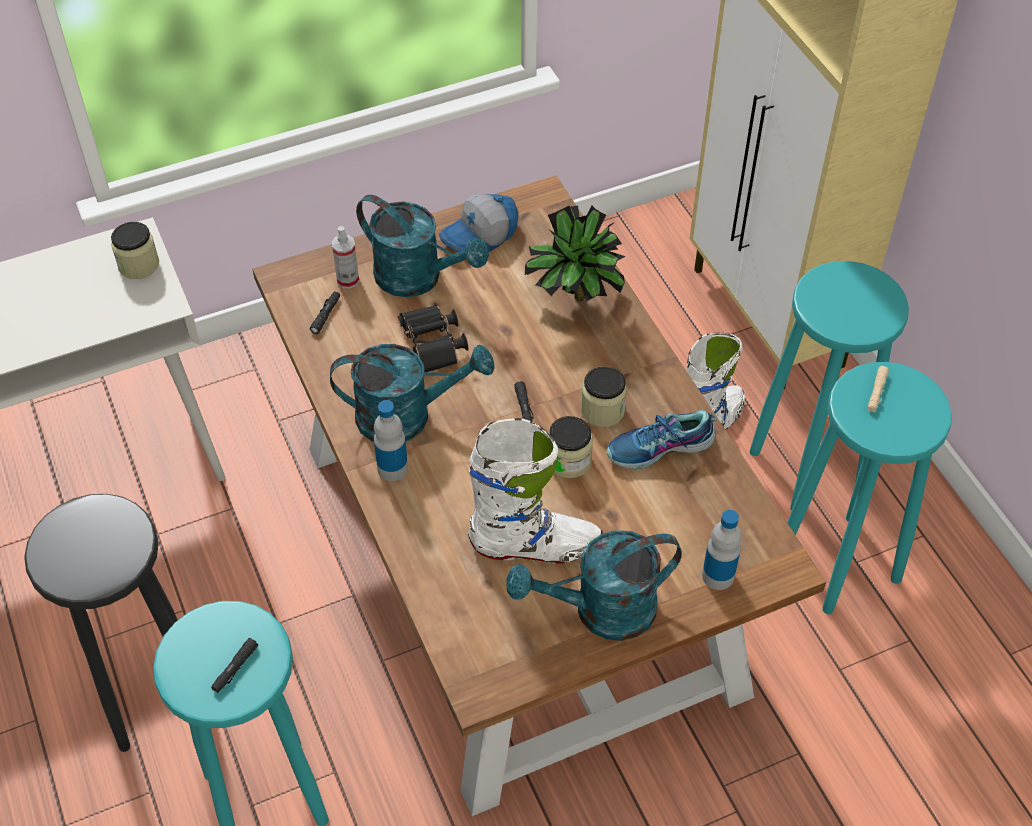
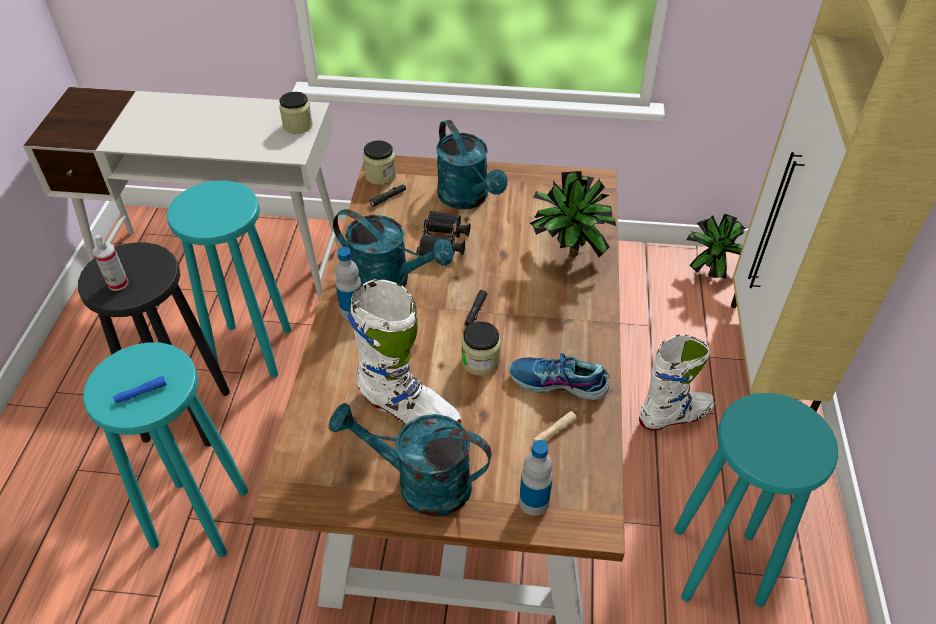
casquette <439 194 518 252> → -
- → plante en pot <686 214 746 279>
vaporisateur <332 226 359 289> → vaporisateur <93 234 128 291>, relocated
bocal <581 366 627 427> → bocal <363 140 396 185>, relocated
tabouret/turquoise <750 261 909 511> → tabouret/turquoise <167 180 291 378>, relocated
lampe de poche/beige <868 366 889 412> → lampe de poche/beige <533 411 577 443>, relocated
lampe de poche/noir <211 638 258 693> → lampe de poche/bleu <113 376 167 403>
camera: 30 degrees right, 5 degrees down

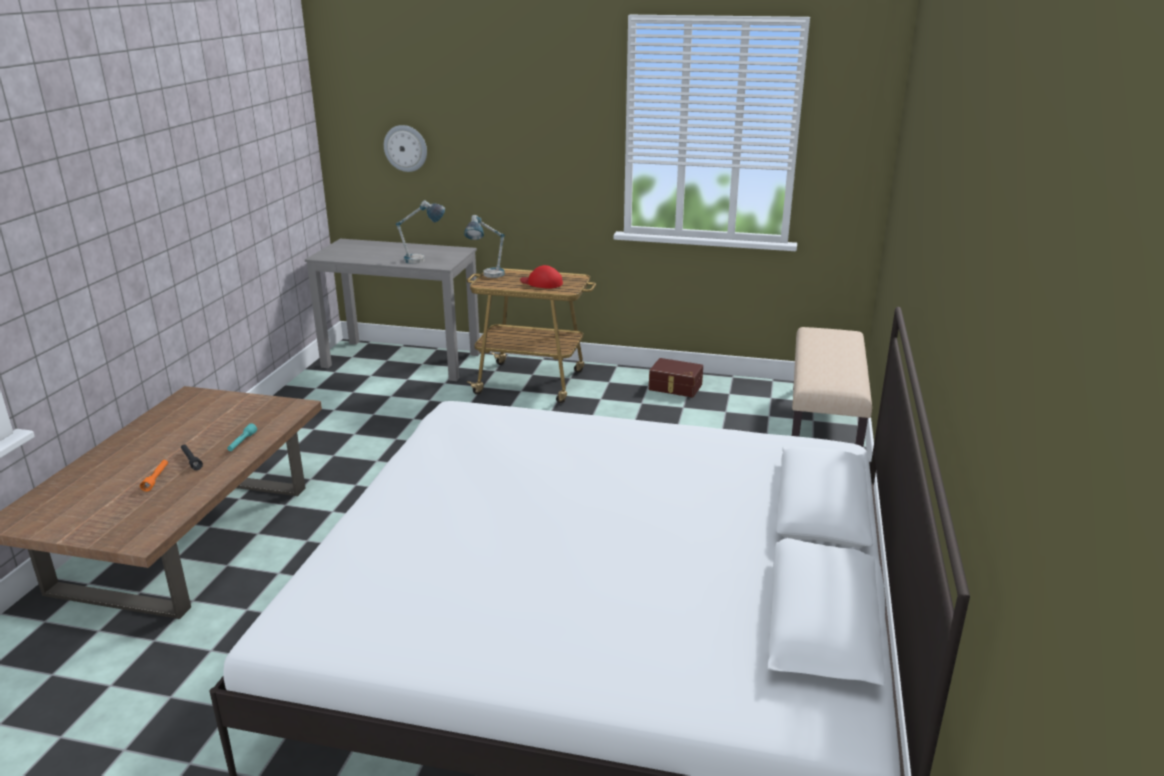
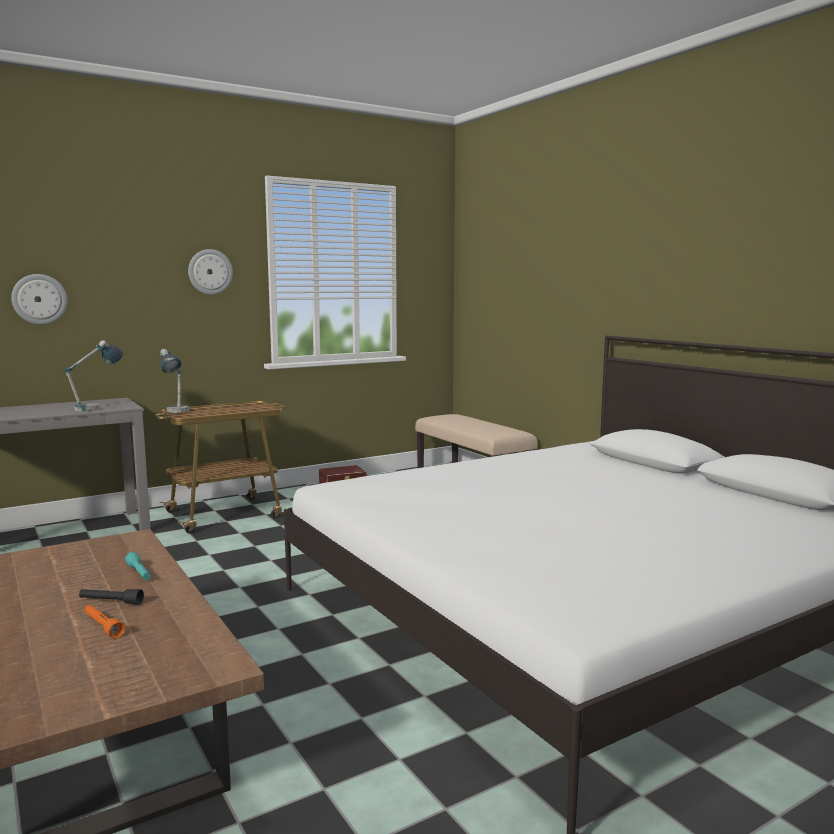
casquette/rouge <520 265 563 288> → -
- → horloge murale <188 249 233 295>
camera: 45 degrees left, 15 degrees down

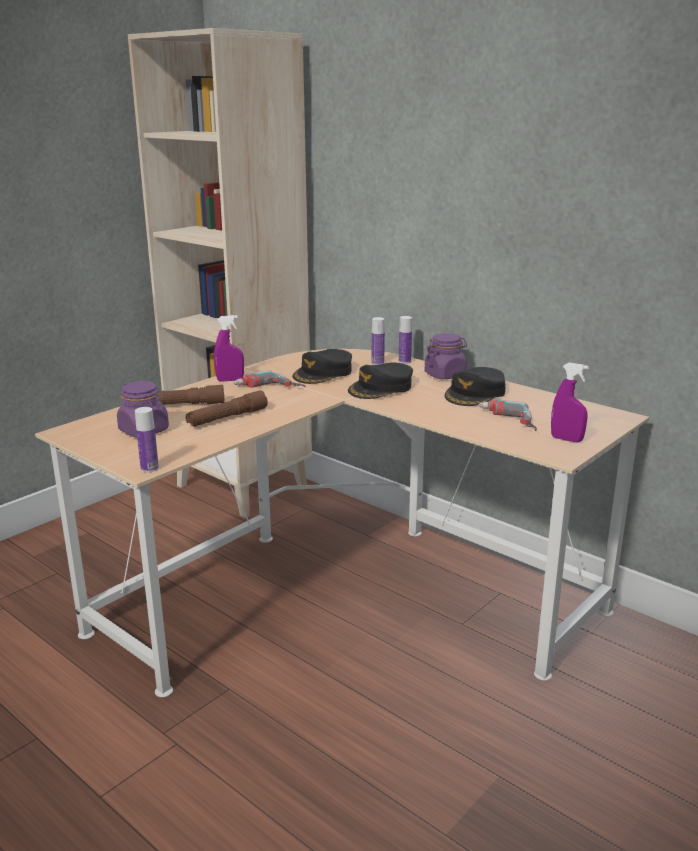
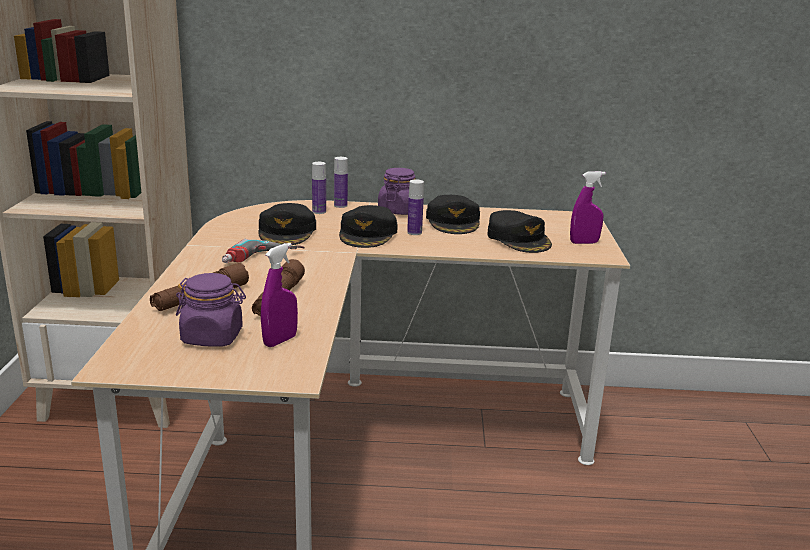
bouteille <135 407 159 473> → bouteille <407 180 424 235>, relocated
vaporisateur/violet <214 315 244 382> → vaporisateur/violet <261 243 298 347>, relocated
perceuse <479 400 537 431> → casquette/noir <488 210 552 253>
camera: 40 degrees left, 0 degrees up

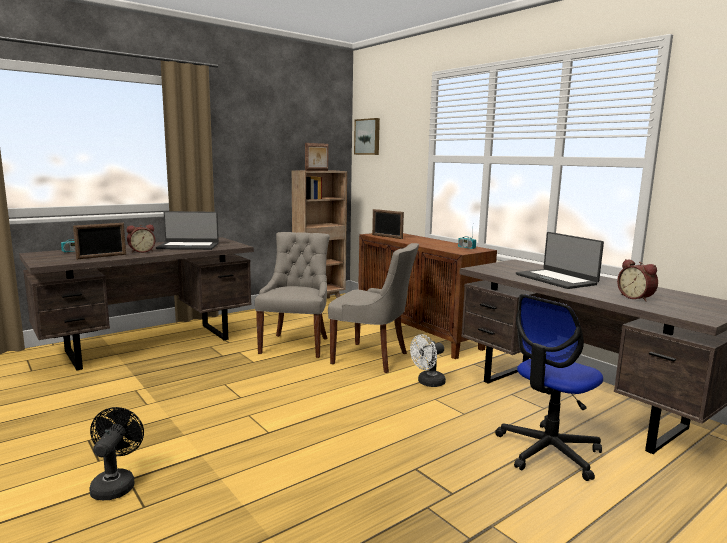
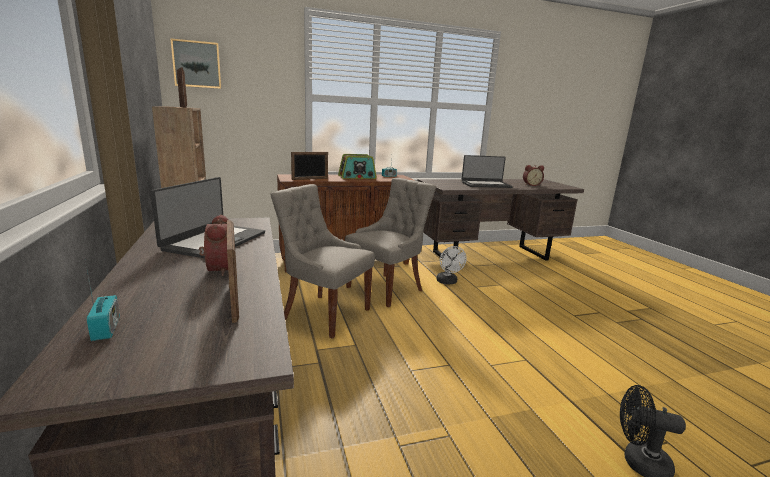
chaise de bureau <495 294 603 481> → -
- → radio <338 154 376 179>
camera: 70 degrees left, 5 degrees up

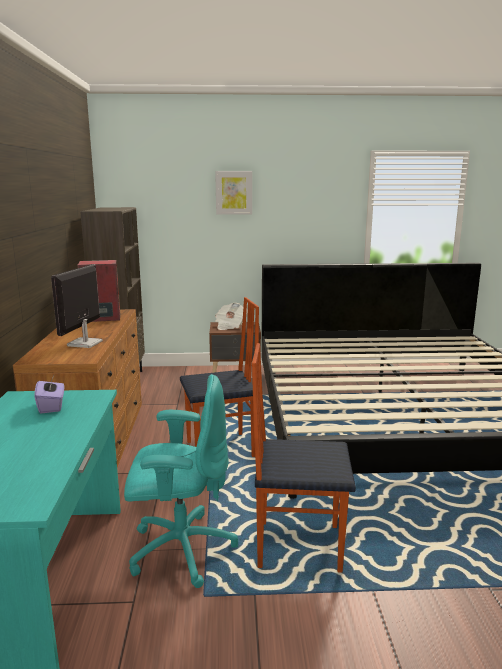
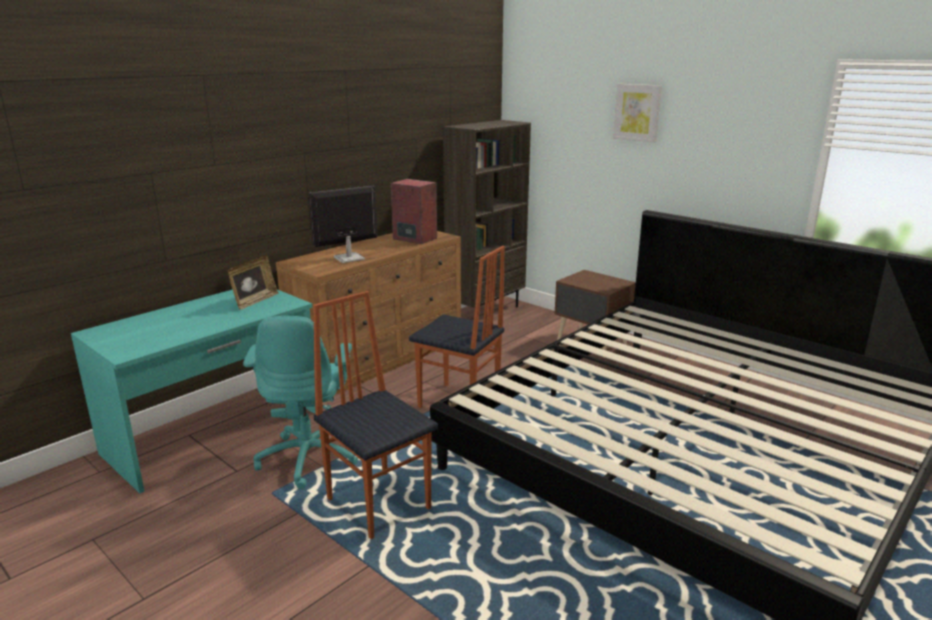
journal <215 303 248 330> → -
boîte à mouchoirs/violet <34 375 64 413> → cadre photo <228 255 278 310>
chaise de bureau/turquoise <124 374 238 588> → chaise de bureau/turquoise <243 316 358 488>, 45 degrees clockwise
camera: 45 degrees right, 5 degrees up

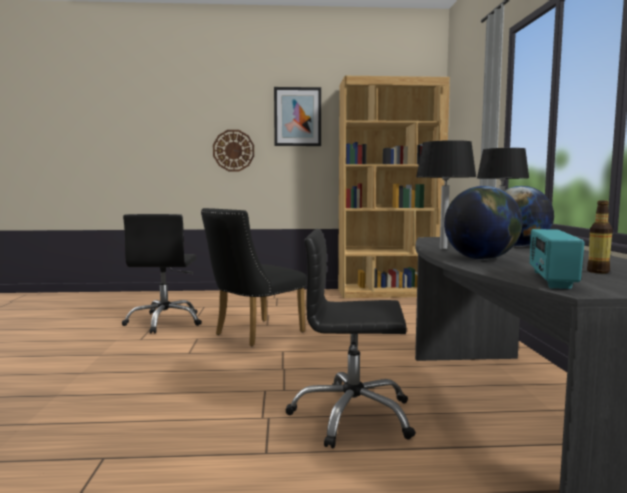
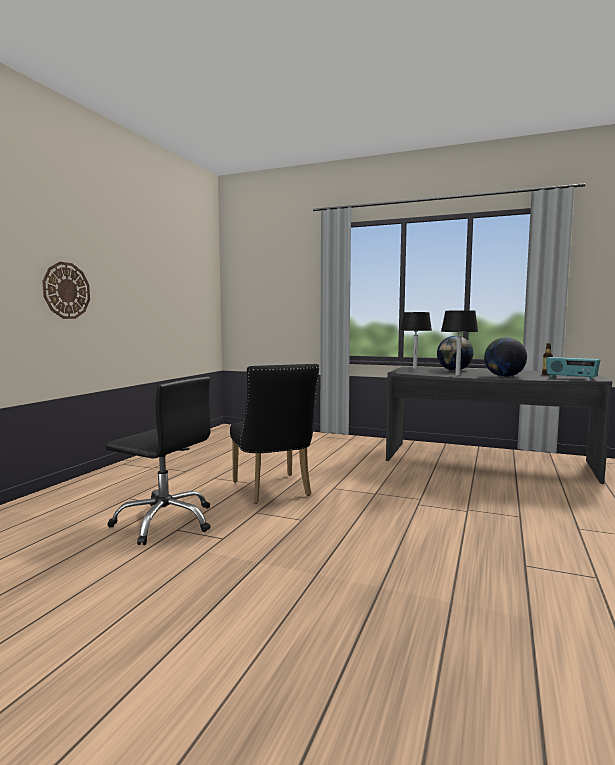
tableau <274 87 321 146> → -
chaise de bureau/noir <285 229 416 449> → -
bibliothèque/marron <338 76 450 298> → -
camera: 65 degrees left, 0 degrees up

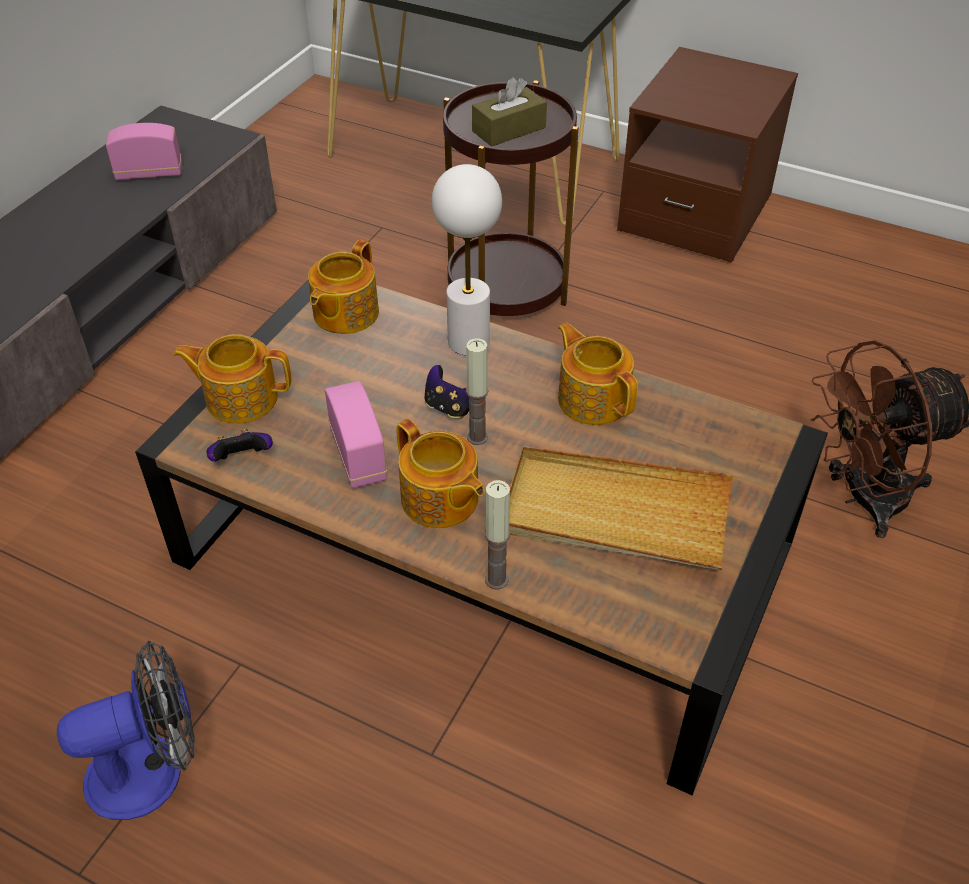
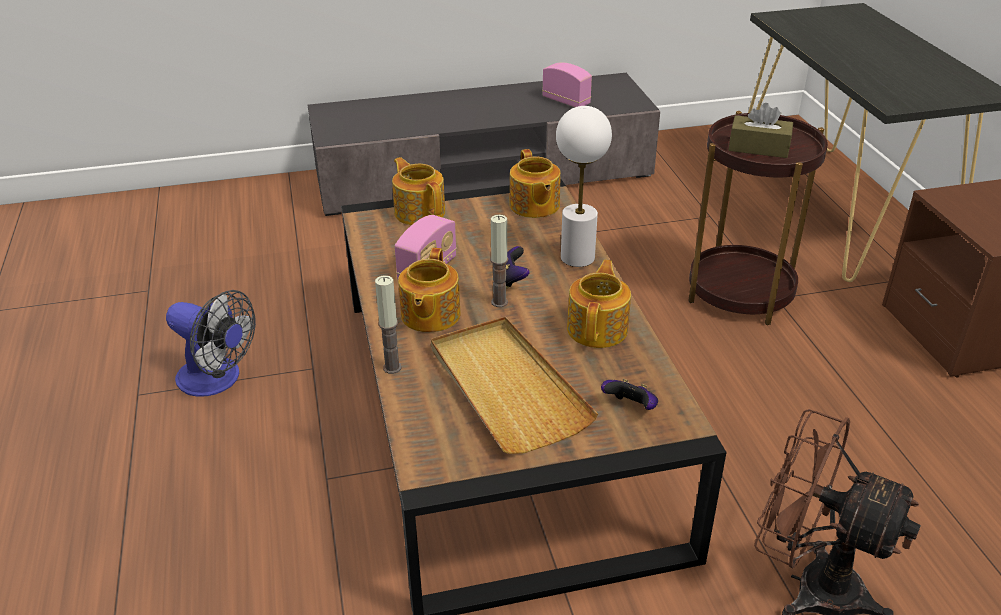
manette <206 429 273 462> → manette <601 379 658 410>, relocated
théière <308 240 379 334> → théière <510 149 560 218>, 90 degrees counterclockwise
camera: 50 degrees right, 10 degrees down

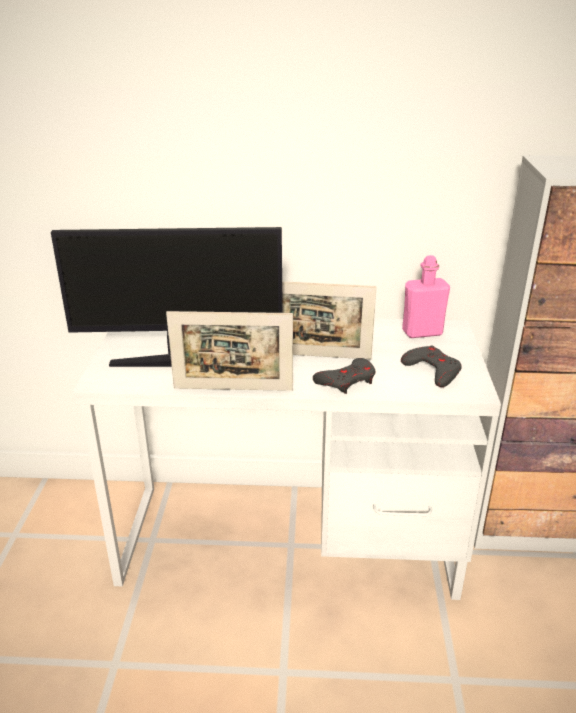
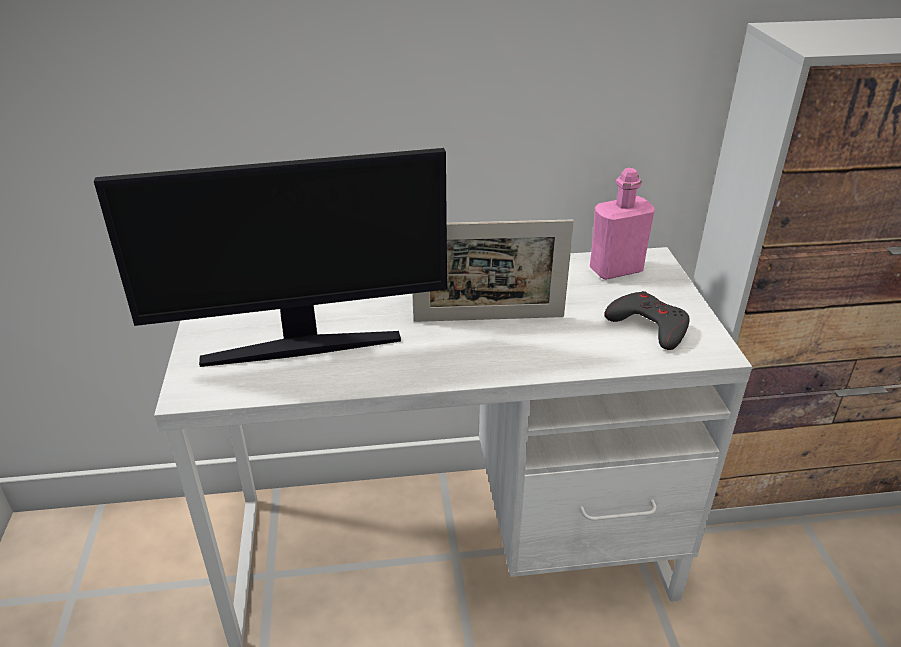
cadre photo <166 311 293 391> → -
manette/gris <313 358 375 394> → -
camera: 10 degrees left, 5 degrees up

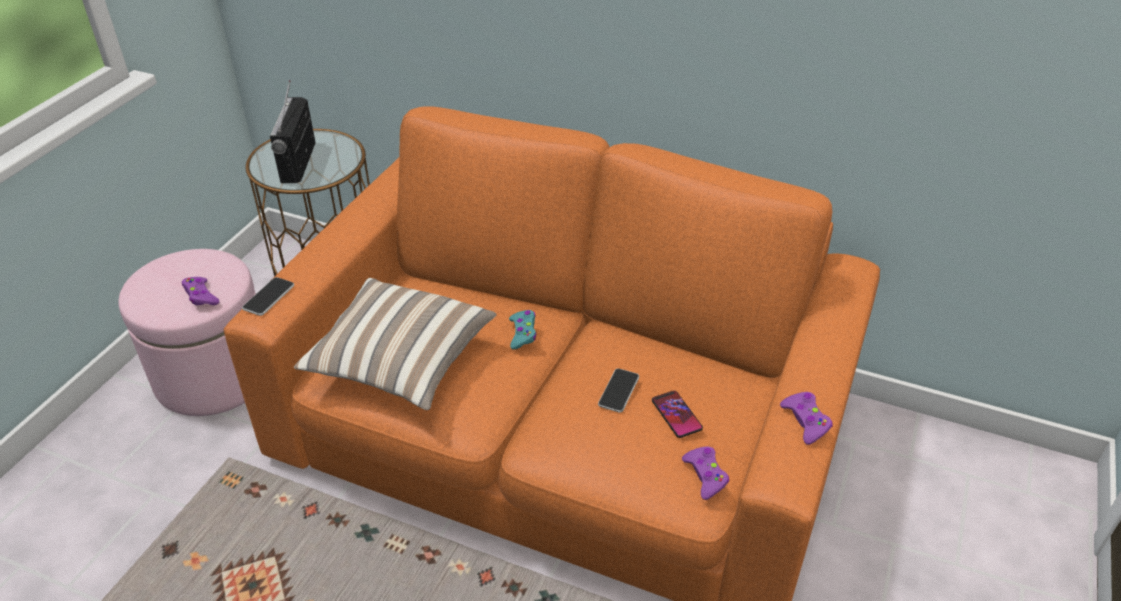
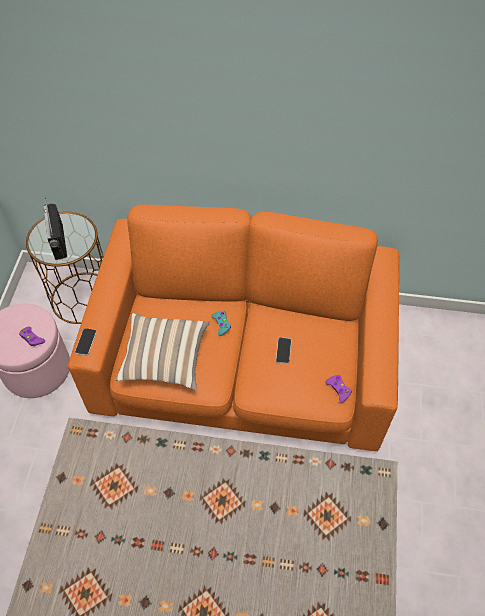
téléphone <652 391 703 438> → -
manette/violet <780 392 833 445> → -
camera: 15 degrees left, 15 degrees up

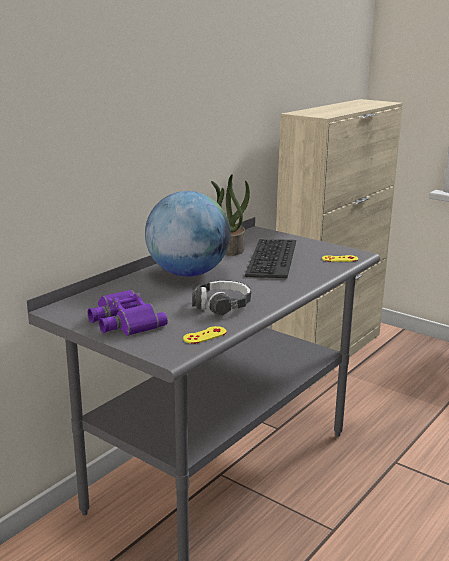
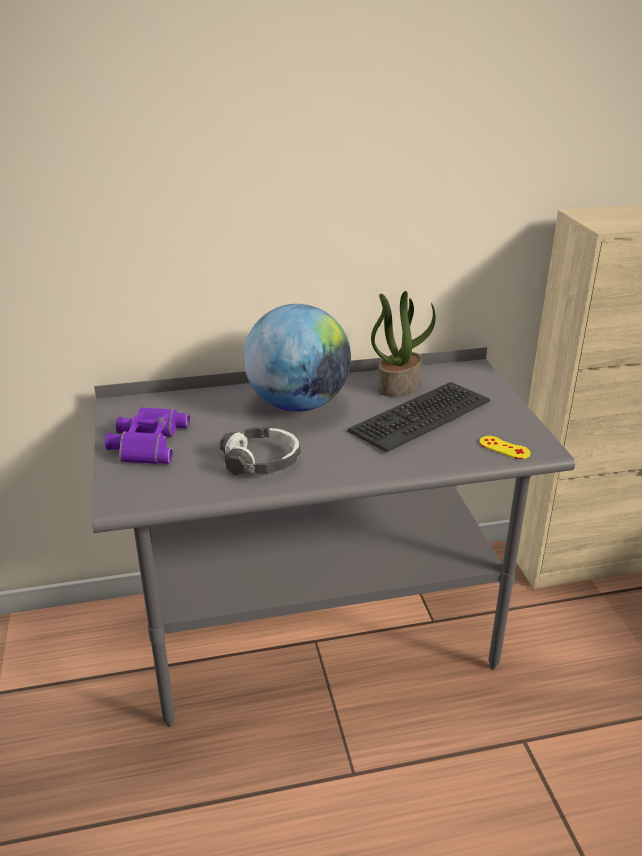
manette/jaune <183 326 227 344> → -
camera: 40 degrees right, 10 degrees up

